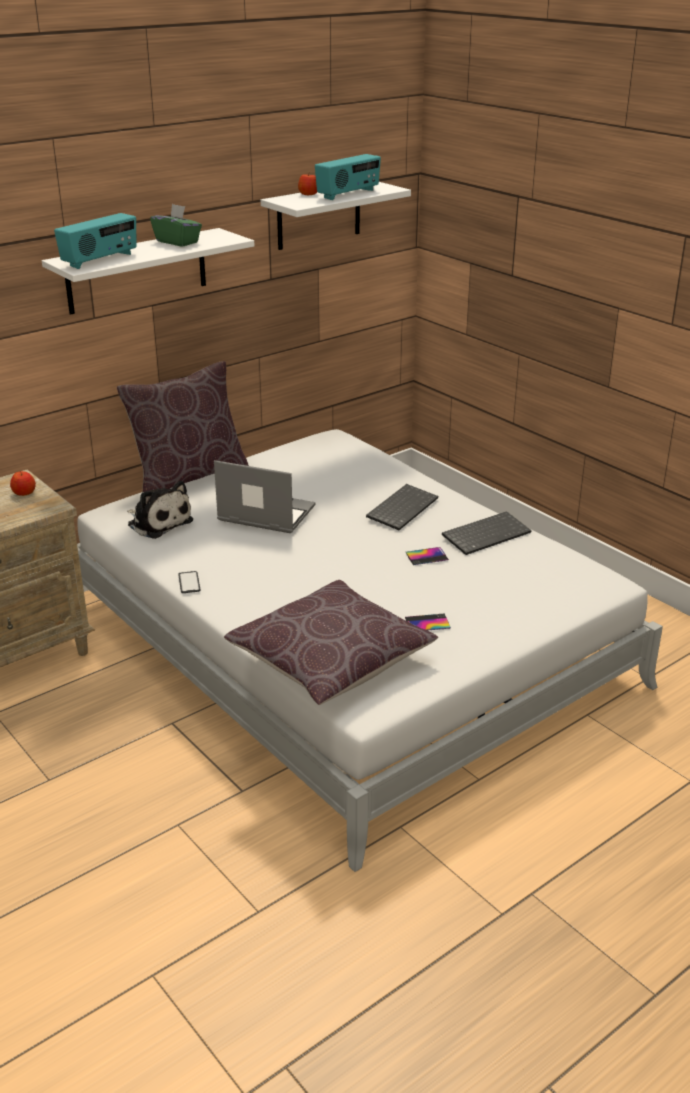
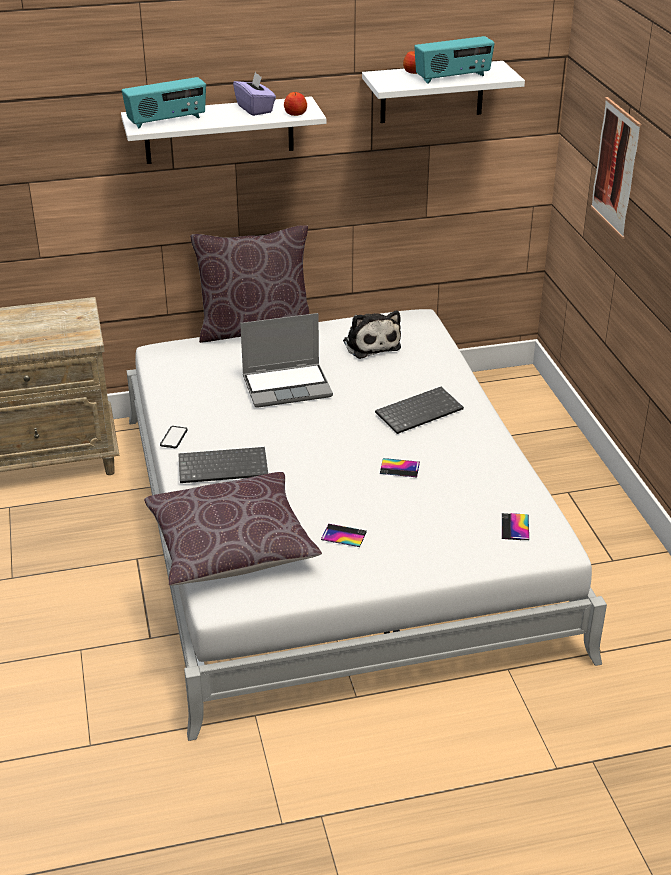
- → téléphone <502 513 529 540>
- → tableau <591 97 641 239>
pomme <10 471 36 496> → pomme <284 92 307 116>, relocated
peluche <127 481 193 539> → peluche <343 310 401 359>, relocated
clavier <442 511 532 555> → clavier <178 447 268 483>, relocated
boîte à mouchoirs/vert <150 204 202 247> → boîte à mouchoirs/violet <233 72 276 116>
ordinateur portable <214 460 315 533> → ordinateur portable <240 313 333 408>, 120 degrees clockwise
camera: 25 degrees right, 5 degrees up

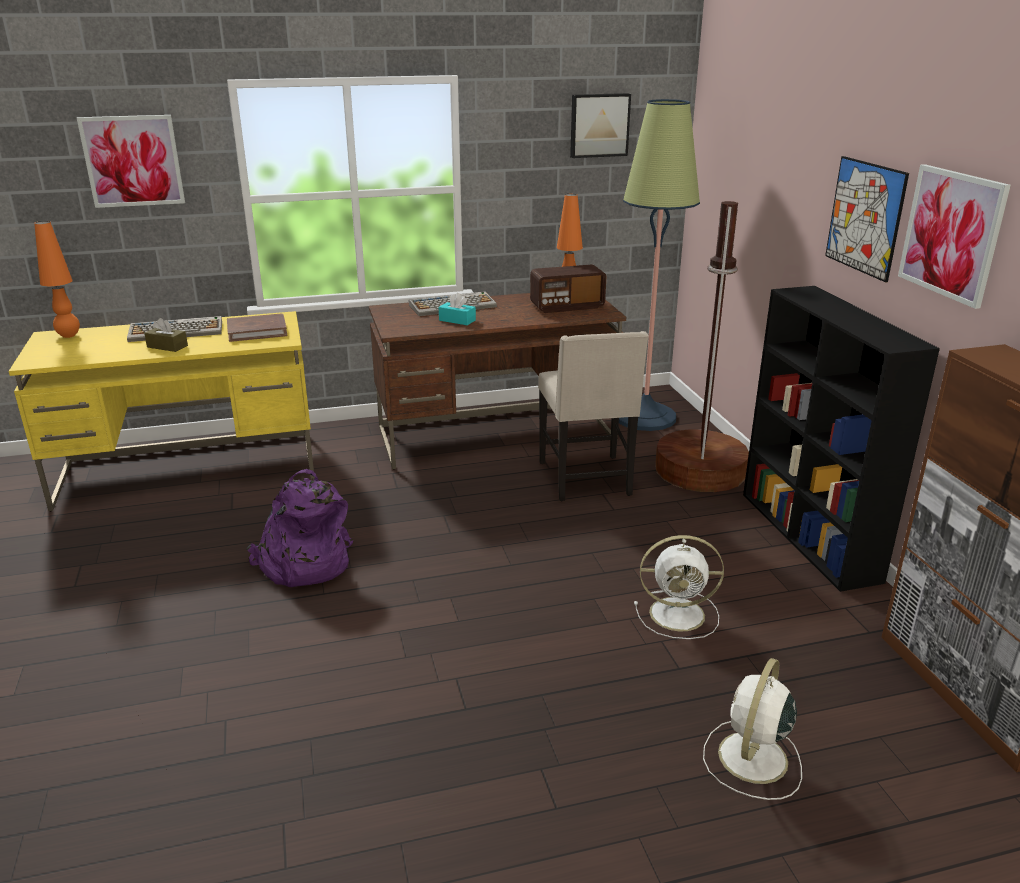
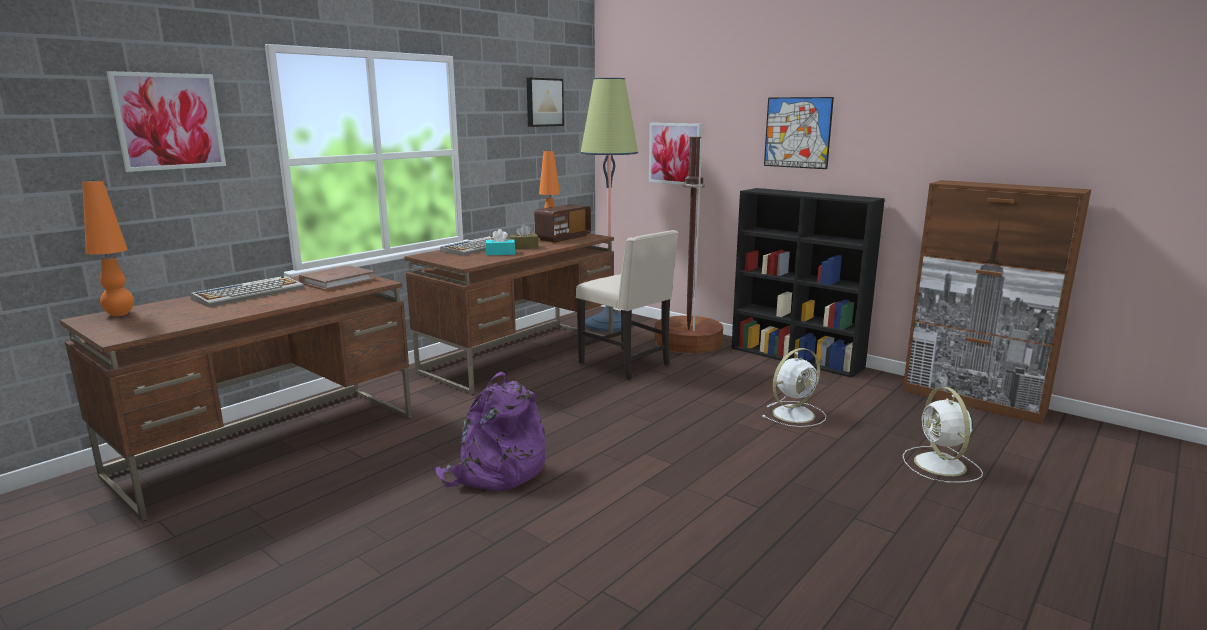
boîte à mouchoirs/marron <144 318 188 352> → boîte à mouchoirs/marron <509 224 539 249>, relocated
tableau <898 164 1011 309> → tableau <649 123 701 185>, relocated
bureau/jaune <8 311 315 511> → bureau/marron <60 274 412 521>
camera: 35 degrees left, 10 degrees down

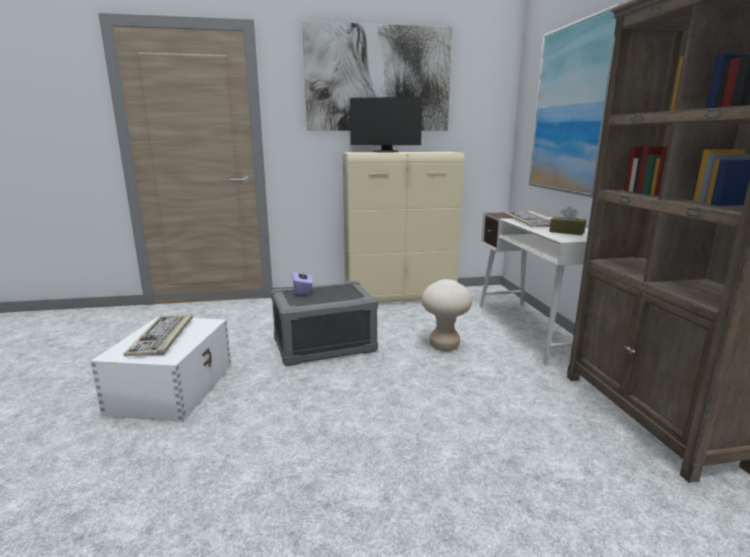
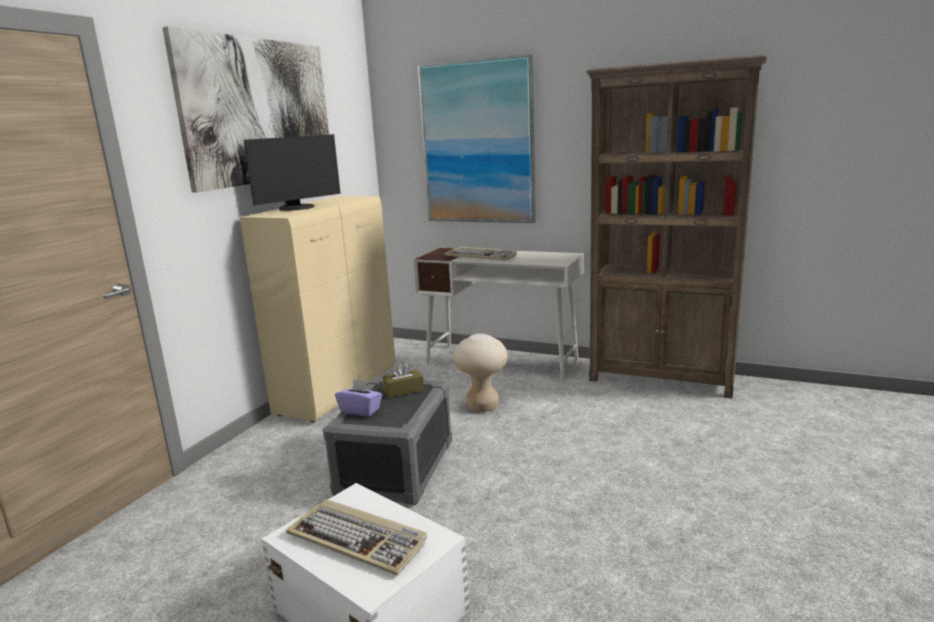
boîte à mouchoirs/marron <549 206 586 235> → boîte à mouchoirs/marron <383 362 424 398>, relocated
camera: 55 degrees left, 0 degrees up

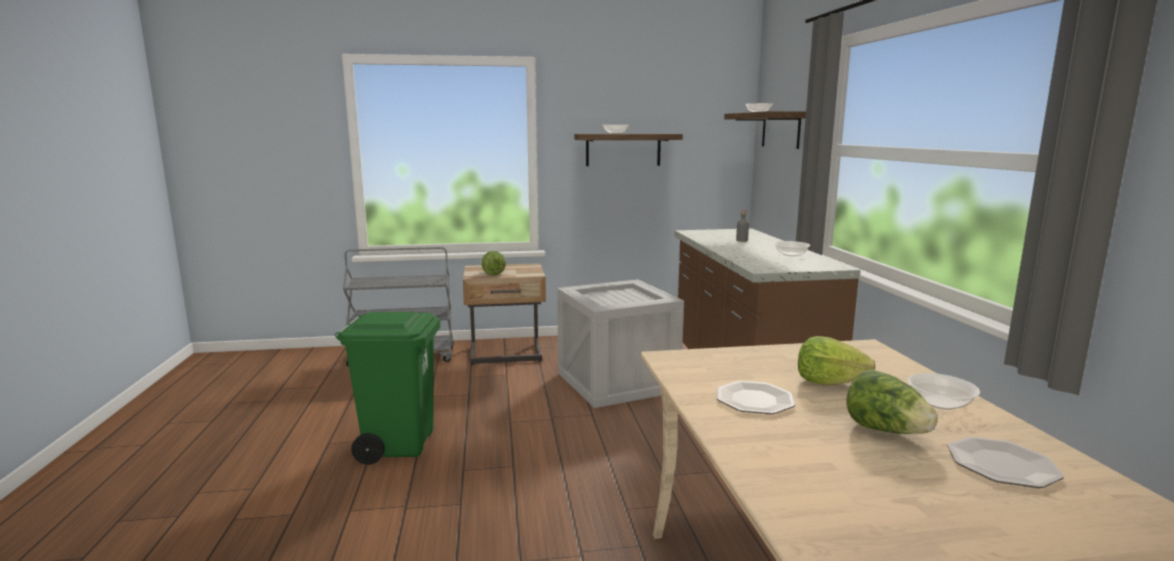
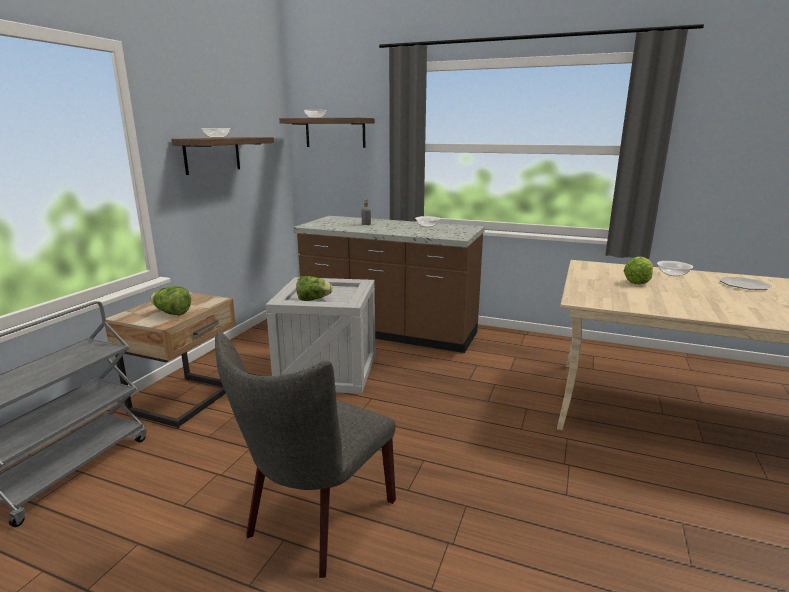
assiette <717 381 795 414> → -
laitue <846 370 938 434> → laitue <296 276 333 301>, relocated
poubelle/vert <335 312 440 465> → chaise/gris <215 331 396 578>
camera: 60 degrees left, 5 degrees up

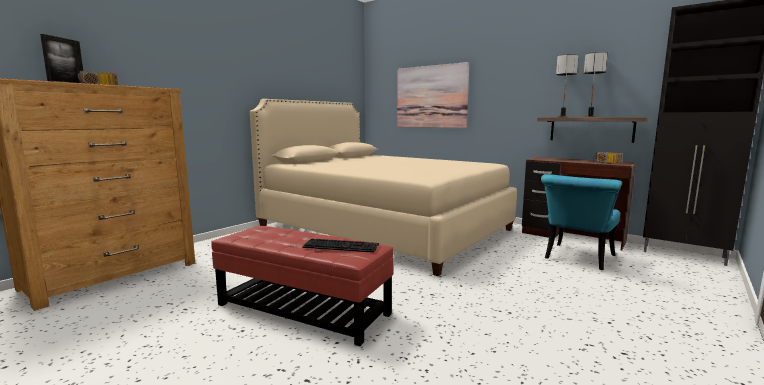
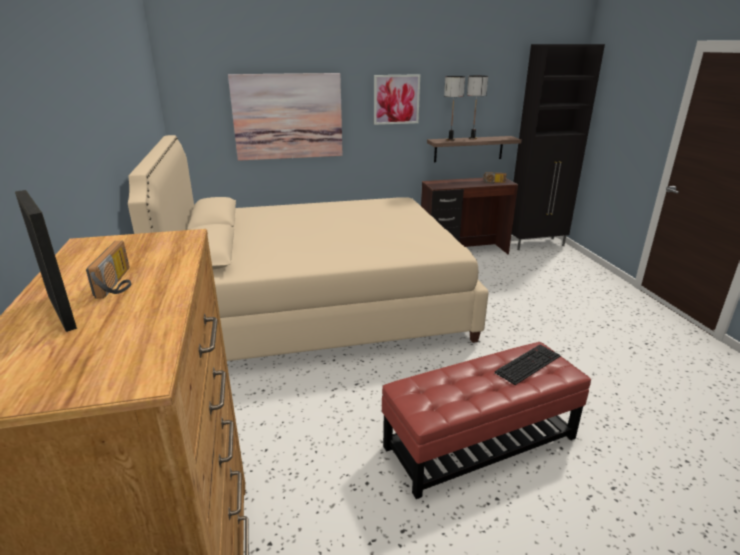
chaise/turquoise <541 174 622 270> → -
- → tableau <374 74 420 125>
camera: 50 degrees left, 15 degrees up

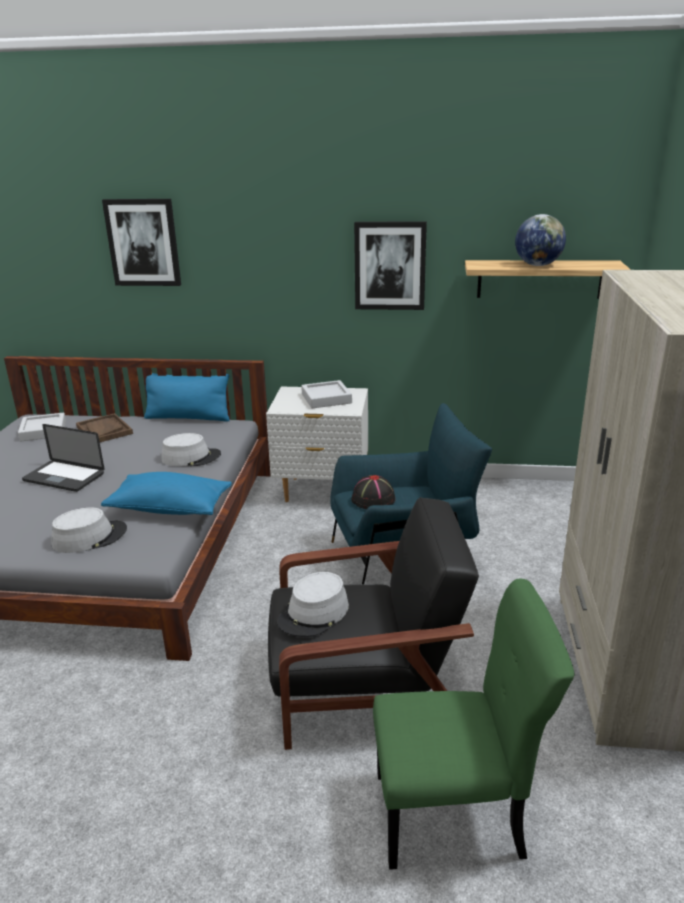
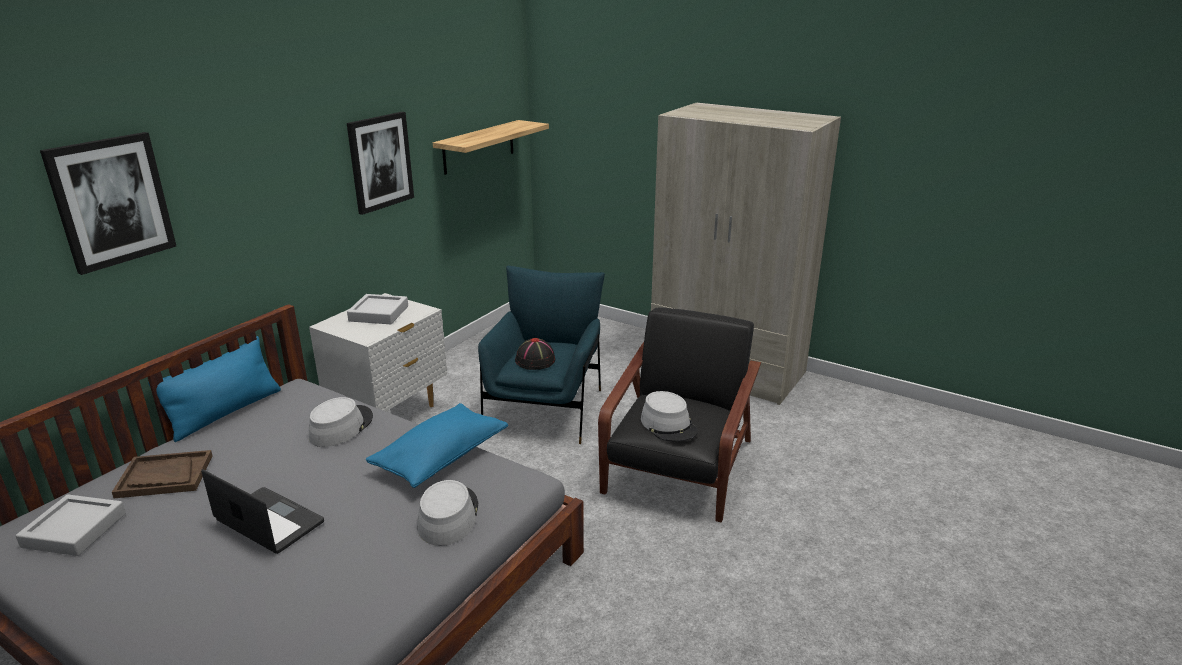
chaise/vert <373 579 575 870> → -
globe <515 214 566 266> → -
ordinateur portable <22 424 104 492> → ordinateur portable <201 469 324 554>, 105 degrees counterclockwise
camera: 65 degrees left, 0 degrees up

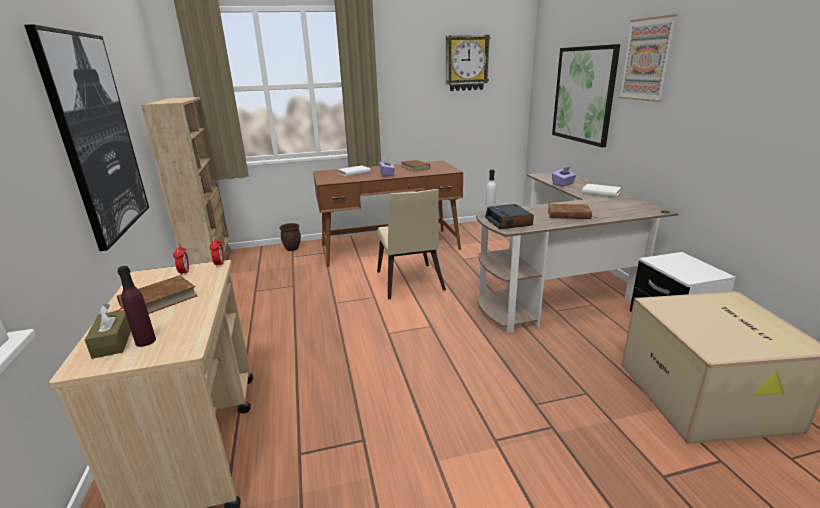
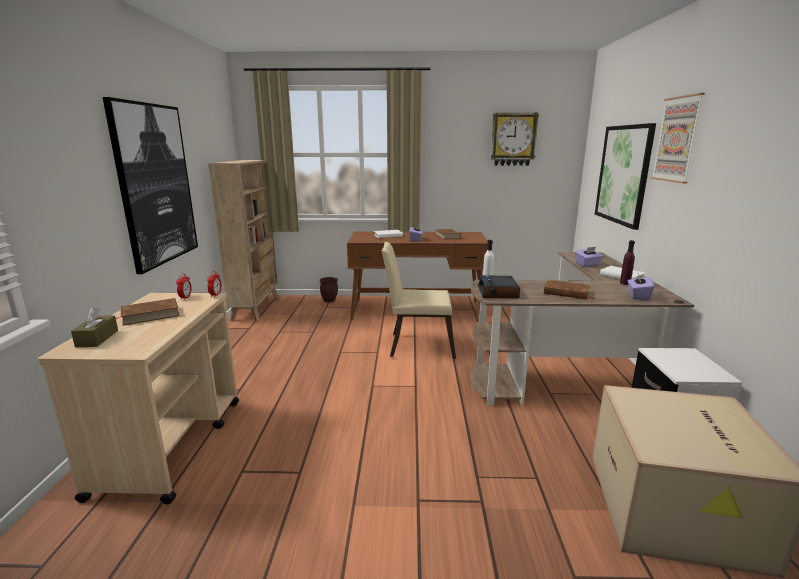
- → boîte à mouchoirs/violet <628 273 654 300>
bouteille/violet <117 266 156 347> → bouteille/violet <620 240 635 285>, relocated
chaise/beige <377 189 446 299> → chaise/beige <382 242 456 359>, 90 degrees clockwise
camera: 15 degrees right, 5 degrees down

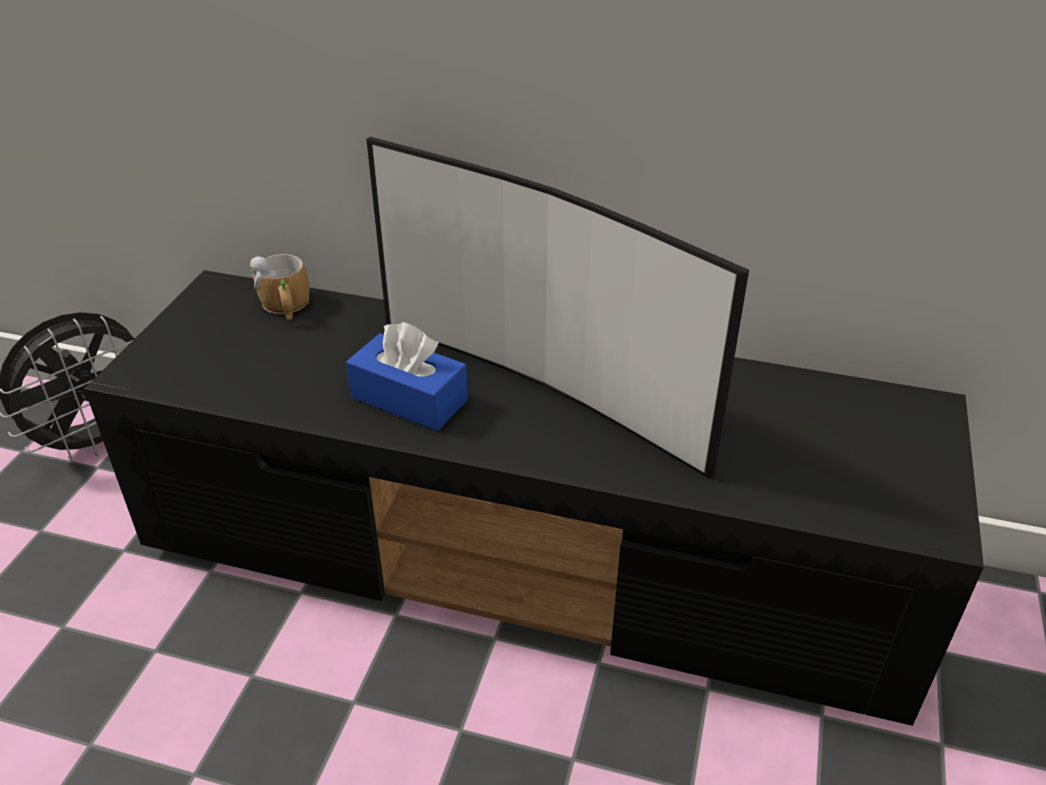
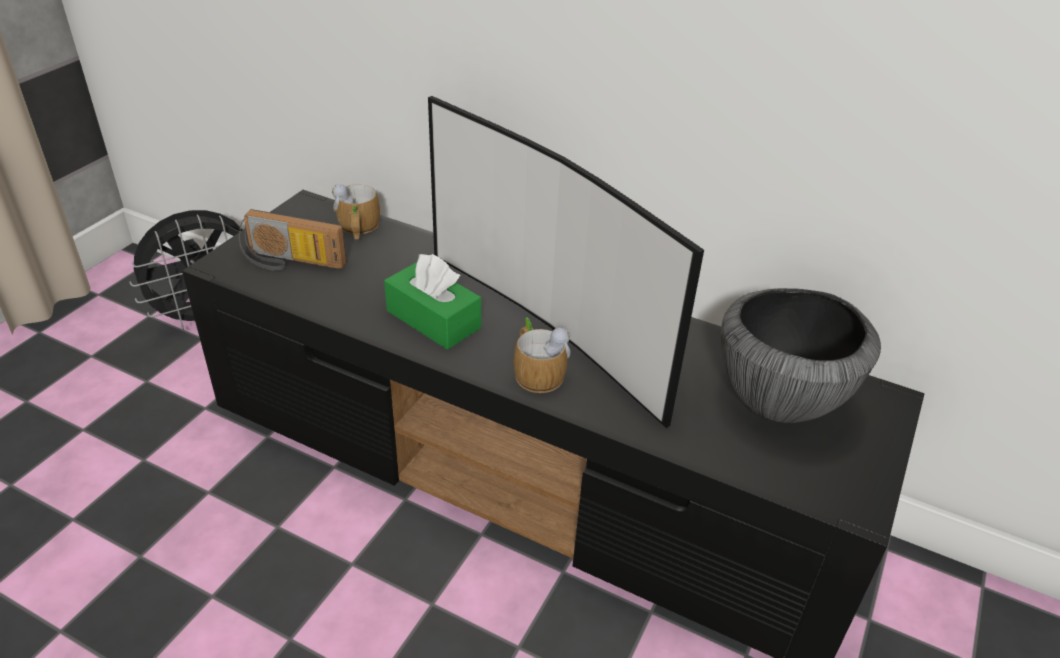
- → radio <239 209 347 271>
- → mug <514 317 571 393>
- → bol <721 288 881 423>
boîte à mouchoirs/bleu <346 322 468 431> → boîte à mouchoirs/vert <384 254 481 350>
camera: 10 degrees right, 0 degrees up

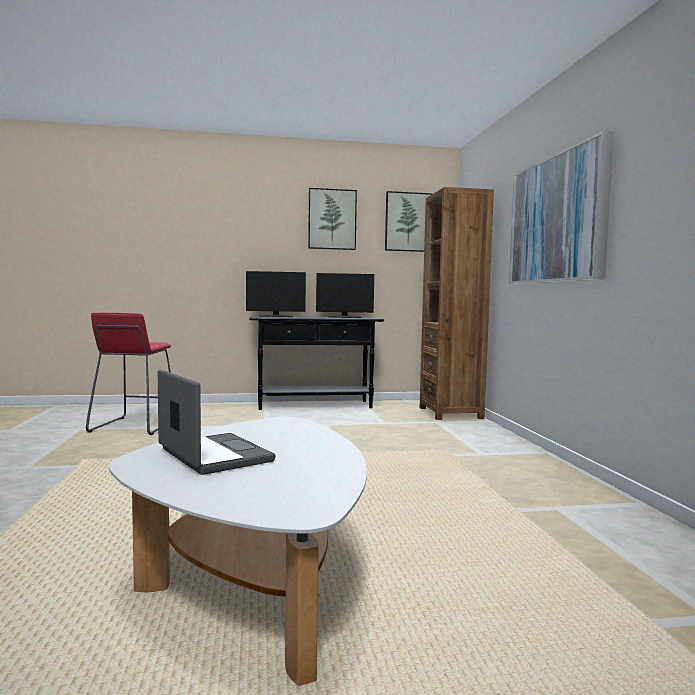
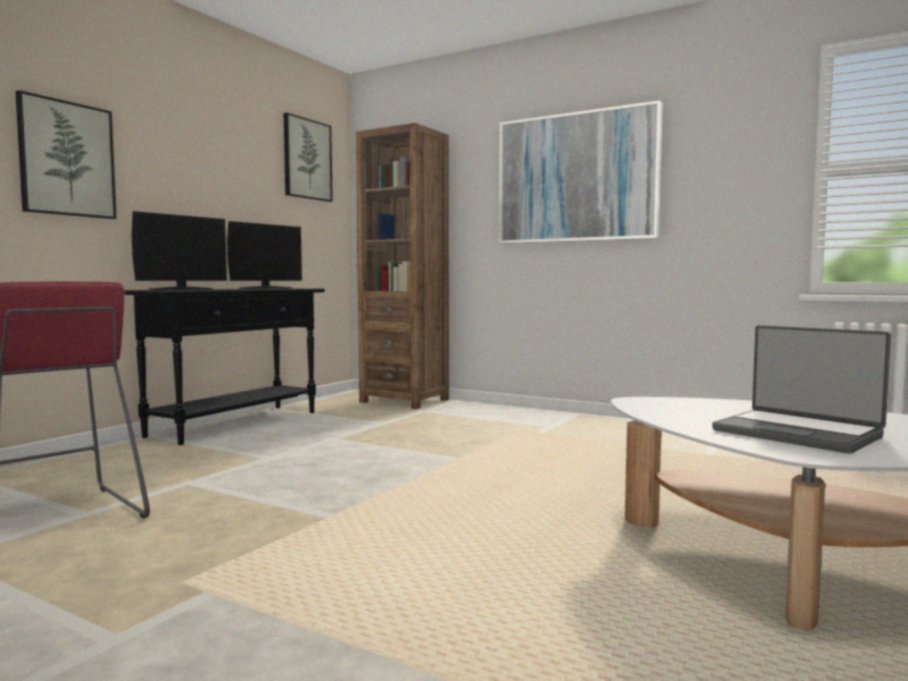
tableau <308 188 357 250> → tableau <15 90 117 219>, relocated
ordinateur portable <158 370 276 475> → ordinateur portable <712 325 891 454>, 135 degrees counterclockwise
camera: 50 degrees left, 0 degrees up

